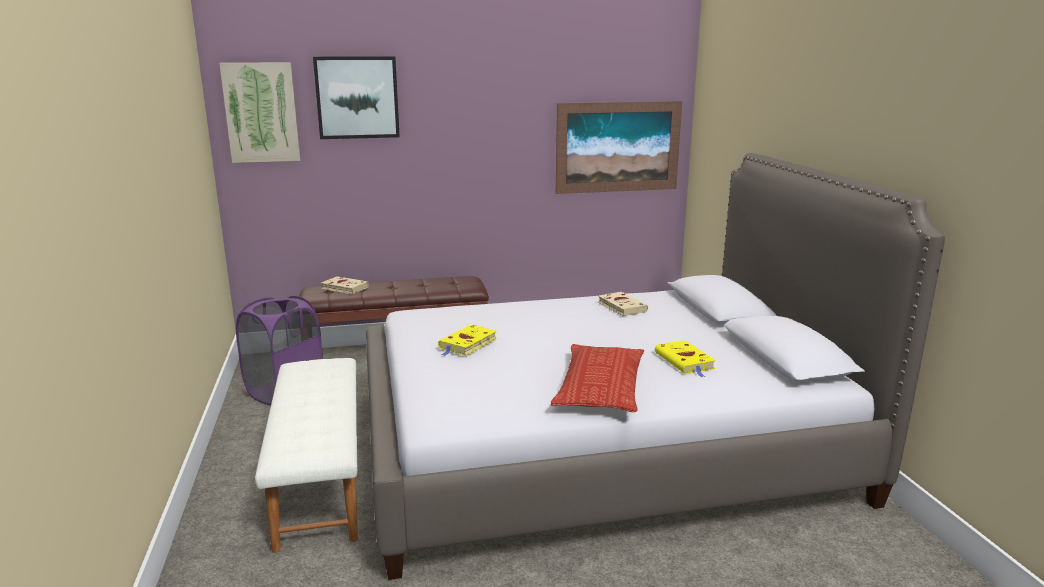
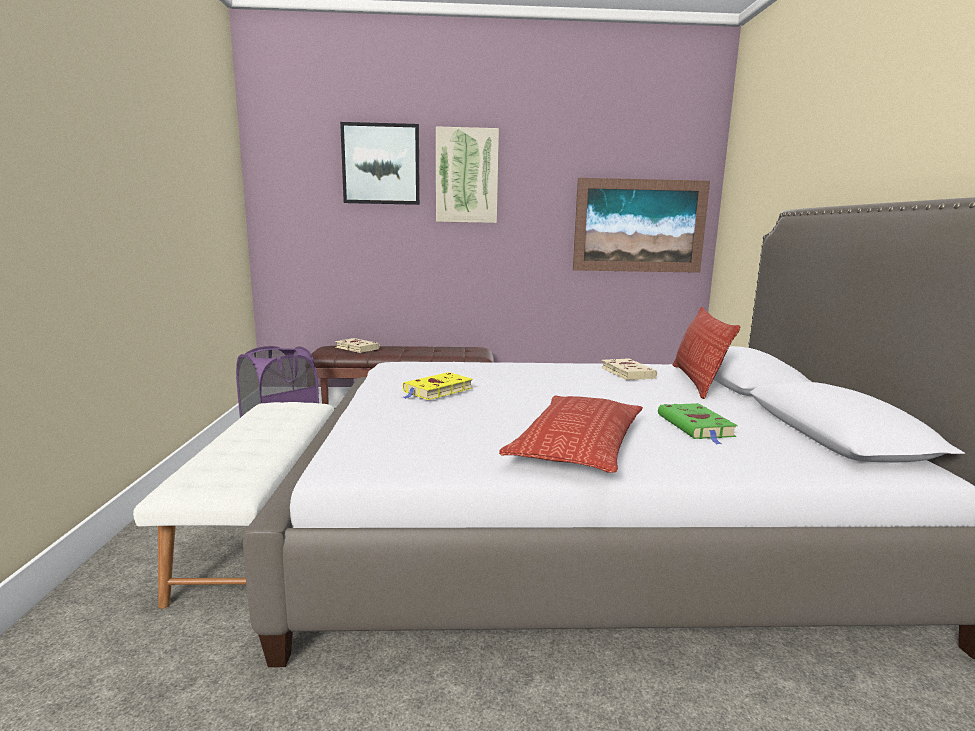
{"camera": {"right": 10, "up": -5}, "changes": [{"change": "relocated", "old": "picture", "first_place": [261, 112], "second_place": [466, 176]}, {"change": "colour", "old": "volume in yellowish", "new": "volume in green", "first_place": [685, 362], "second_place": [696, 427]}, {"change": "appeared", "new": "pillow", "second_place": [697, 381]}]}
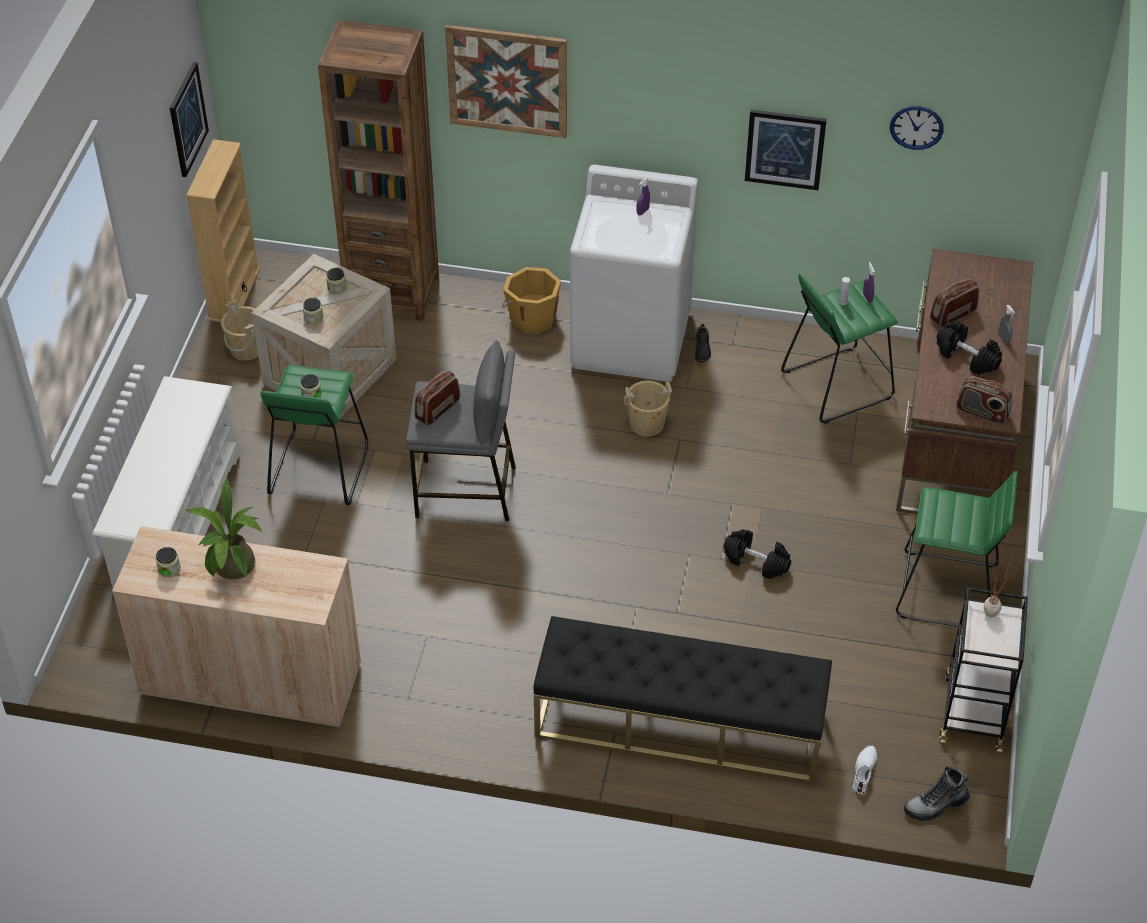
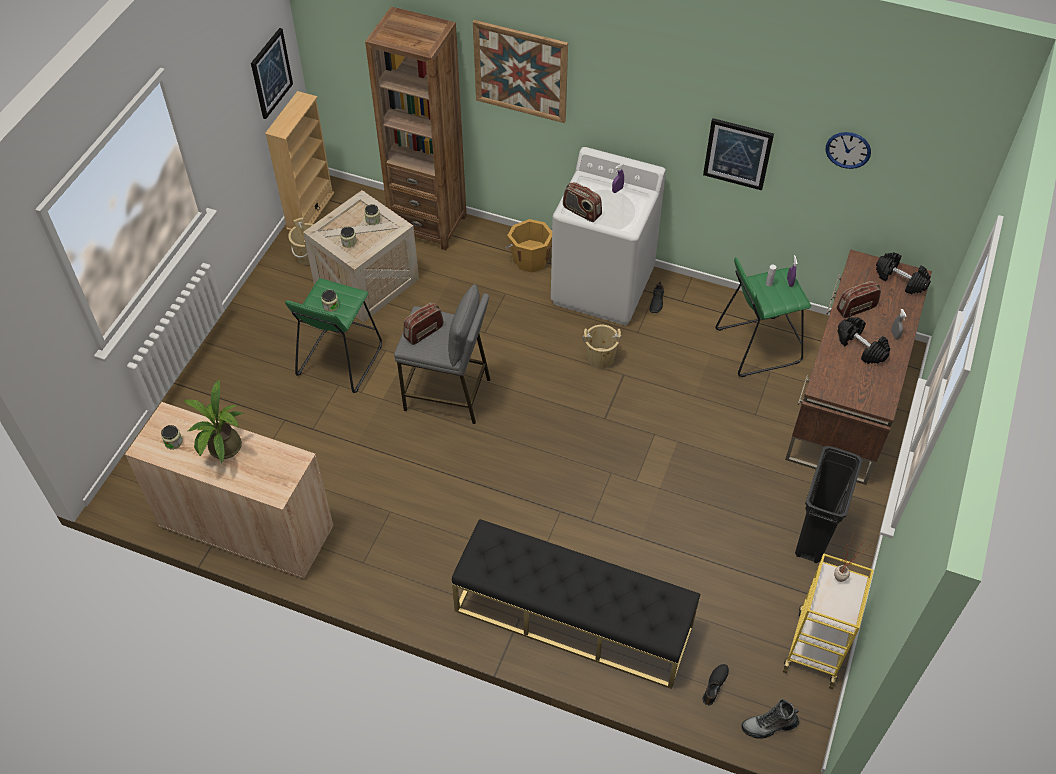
{"camera": {"right": 10, "up": 5}, "changes": [{"change": "missing", "old": "shoe shelf in white-coloured", "first_place": [178, 520]}, {"change": "relocated", "old": "radio", "first_place": [982, 412], "second_place": [581, 212]}, {"change": "exchanged", "old": "stool seat in green", "new": "trash can in black", "first_place": [946, 592], "second_place": [813, 536]}, {"change": "relocated", "old": "hand weight in black", "first_place": [756, 562], "second_place": [900, 280]}, {"change": "colour", "old": "cart in black", "new": "cart in yellowish", "first_place": [973, 711], "second_place": [816, 646]}, {"change": "colour", "old": "low shoe in white-coloured", "new": "low shoe in black", "first_place": [864, 771], "second_place": [715, 685]}]}
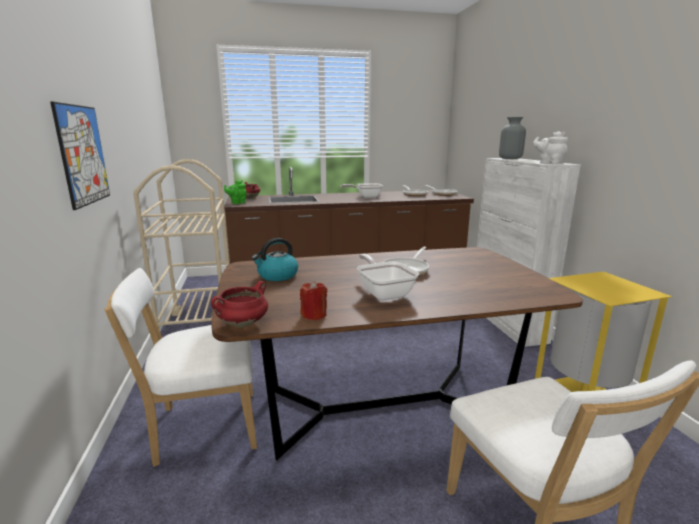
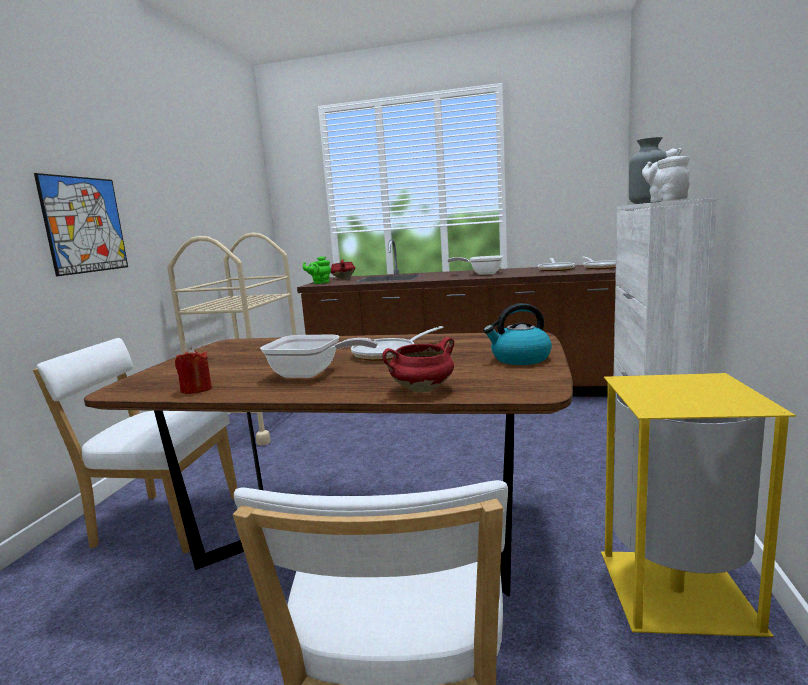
{"camera": {"right": 25, "up": -5}, "changes": [{"change": "relocated", "old": "water kettle", "first_place": [277, 276], "second_place": [520, 359]}, {"change": "spun", "old": "skillet", "first_place": [383, 292], "second_place": [312, 374], "degrees": 105}, {"change": "relocated", "old": "cooking pot in red-coloured", "first_place": [242, 324], "second_place": [422, 390]}]}
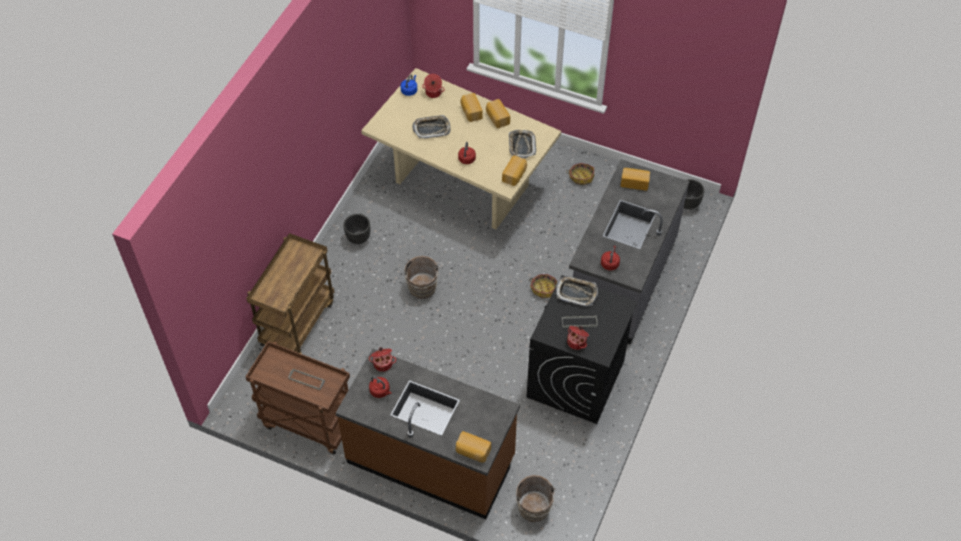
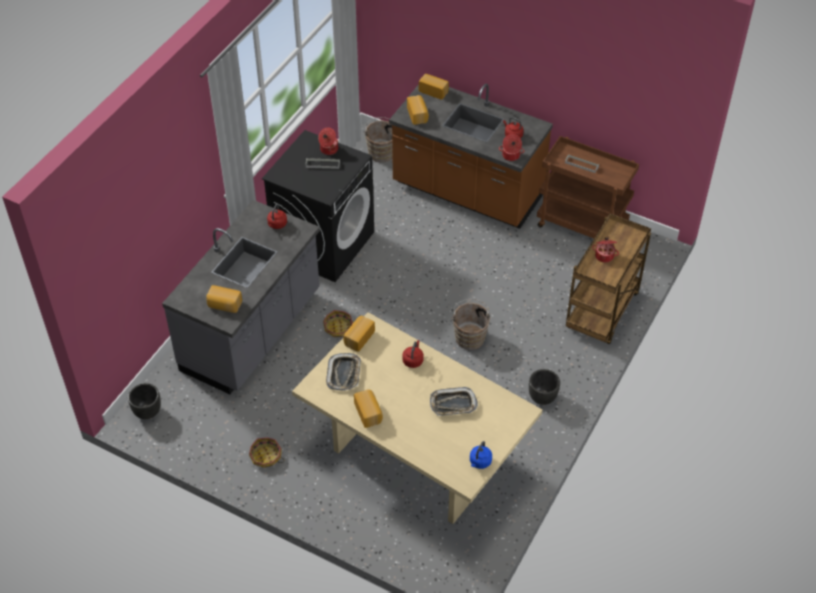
{"camera": {"right": -175, "up": -5}, "changes": [{"change": "relocated", "old": "cooking pot", "first_place": [433, 93], "second_place": [604, 255]}, {"change": "relocated", "old": "baked bread", "first_place": [471, 112], "second_place": [418, 115]}, {"change": "missing", "old": "serving tray", "first_place": [576, 293]}]}
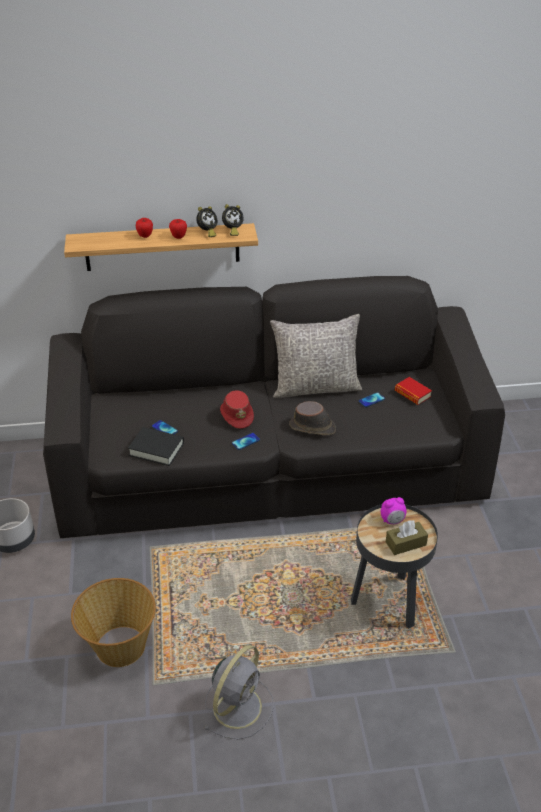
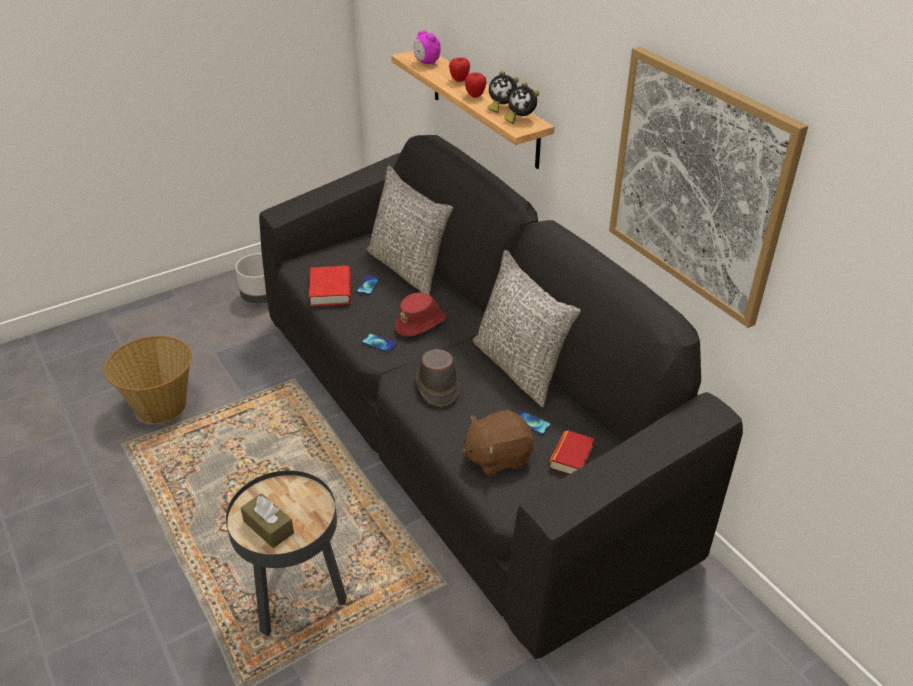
{"camera": {"right": 65, "up": 0}, "changes": [{"change": "colour", "old": "volume in black", "new": "volume in red-coloured", "first_place": [156, 449], "second_place": [331, 290]}, {"change": "relocated", "old": "bedside clock", "first_place": [392, 520], "second_place": [426, 63]}, {"change": "missing", "old": "electric fan in gray", "first_place": [238, 705]}, {"change": "appeared", "new": "picture", "second_place": [697, 185]}, {"change": "appeared", "new": "pillow in gray", "second_place": [408, 268]}, {"change": "appeared", "new": "plush toy in brownish", "second_place": [497, 457]}]}
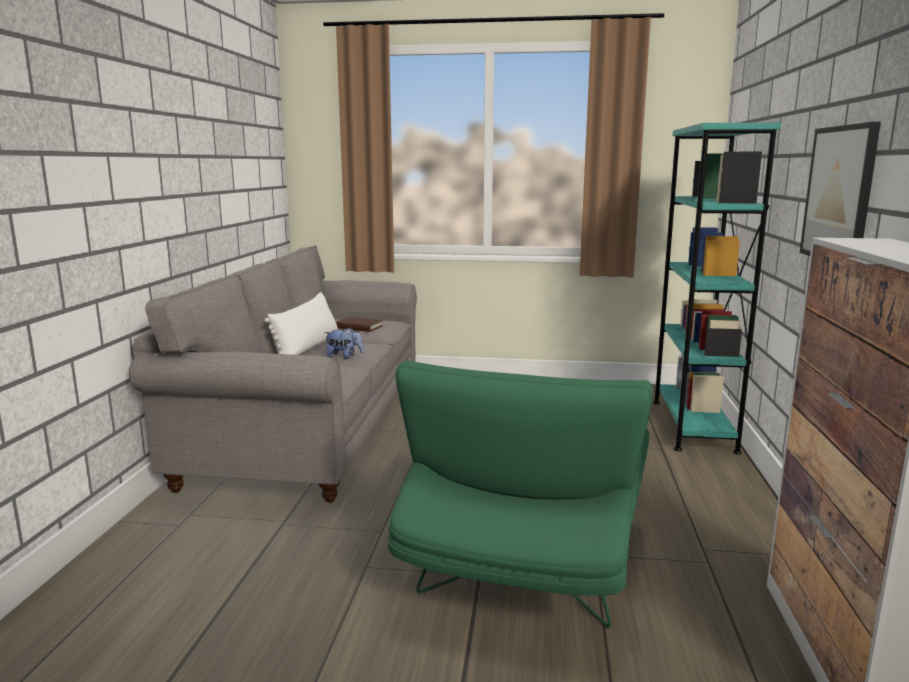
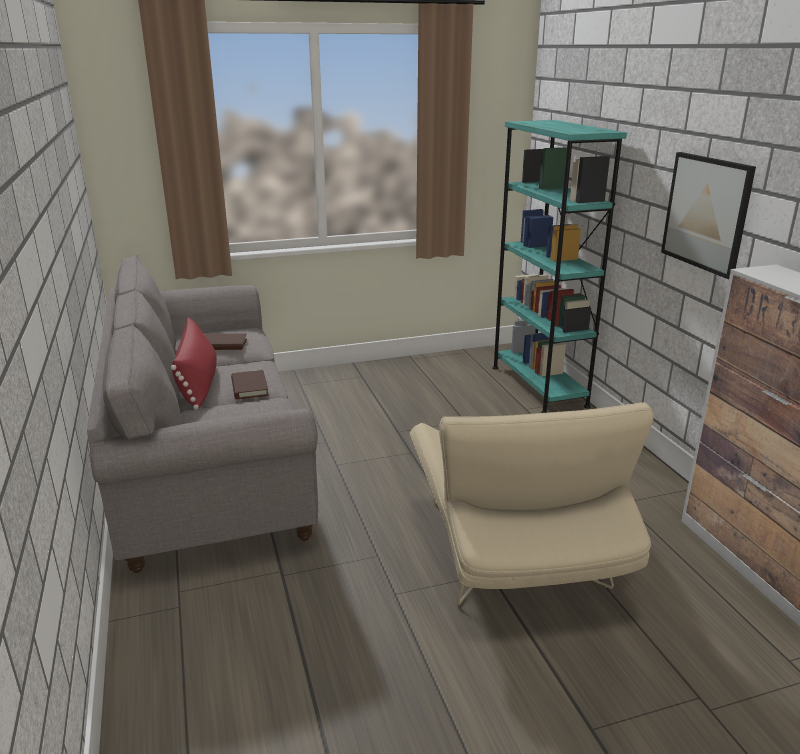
{"camera": {"right": -25, "up": 10}, "changes": [{"change": "colour", "old": "pillow in white-coloured", "new": "pillow in red-coloured", "first_place": [307, 349], "second_place": [198, 384]}, {"change": "exchanged", "old": "plush toy", "new": "volume in brownish", "first_place": [344, 357], "second_place": [249, 387]}, {"change": "colour", "old": "lounge chair in green", "new": "lounge chair in beige-coloured", "first_place": [525, 566], "second_place": [516, 554]}]}
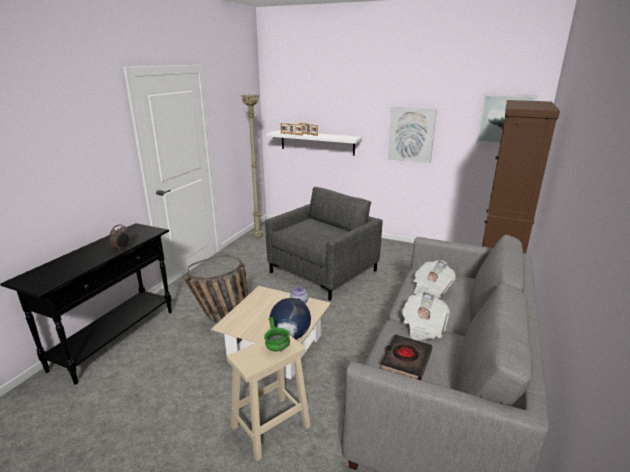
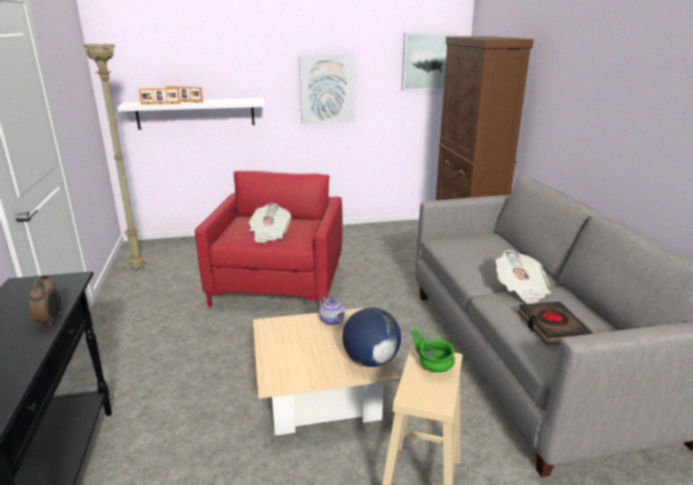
{"camera": {"right": -35, "up": 0}, "changes": [{"change": "colour", "old": "lounge chair in gray", "new": "lounge chair in red-coloured", "first_place": [323, 272], "second_place": [279, 284]}, {"change": "missing", "old": "storage basket", "first_place": [221, 318]}, {"change": "relocated", "old": "printed paper", "first_place": [430, 289], "second_place": [269, 234]}]}
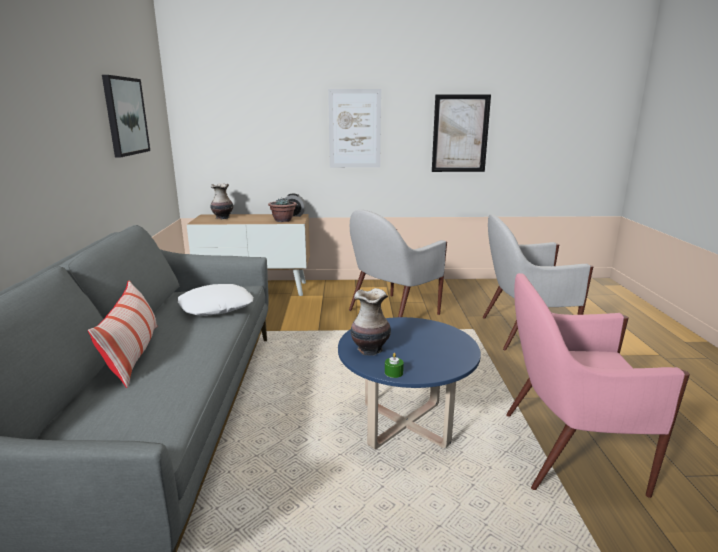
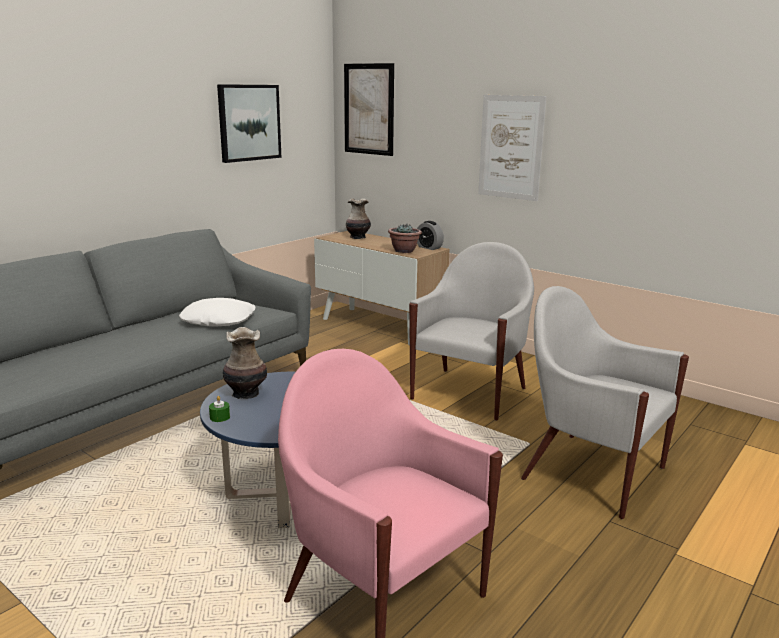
{"camera": {"right": 40, "up": 0}, "changes": [{"change": "relocated", "old": "picture", "first_place": [460, 134], "second_place": [369, 109]}, {"change": "spun", "old": "lounge chair in white-coloured", "first_place": [392, 313], "second_place": [470, 393], "degrees": 120}, {"change": "missing", "old": "pillow", "first_place": [133, 355]}]}
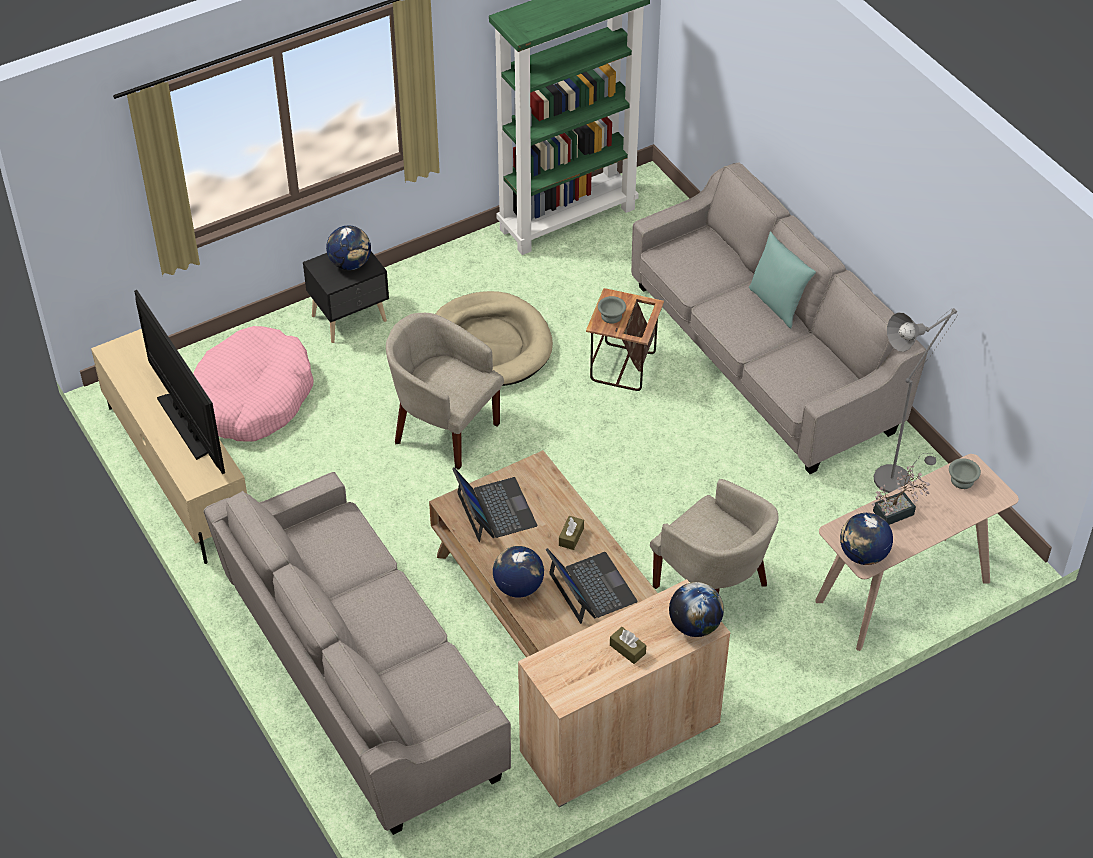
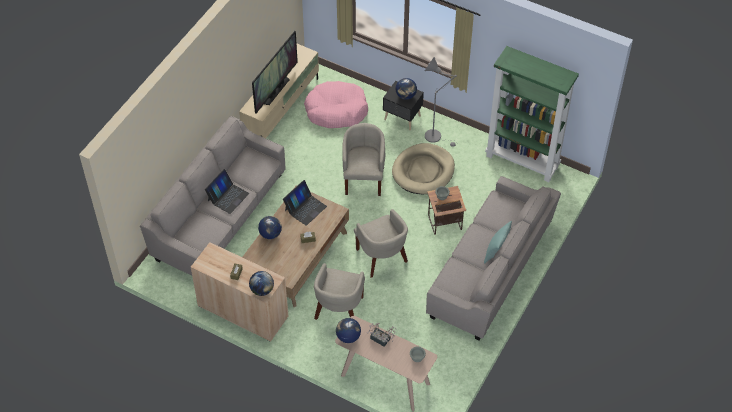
{"camera": {"right": 60, "up": 5}, "changes": [{"change": "relocated", "old": "standing lamp in gray", "first_place": [896, 475], "second_place": [436, 137]}, {"change": "relocated", "old": "laptop", "first_place": [591, 588], "second_place": [228, 197]}, {"change": "appeared", "new": "lounge chair in beige-coloured", "second_place": [381, 258]}]}
